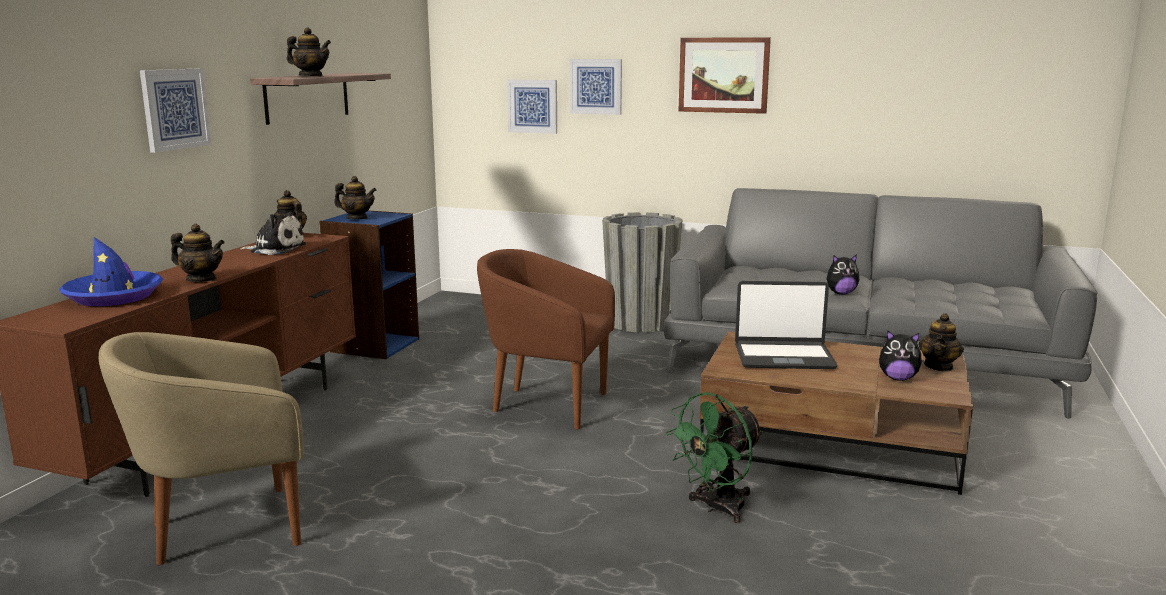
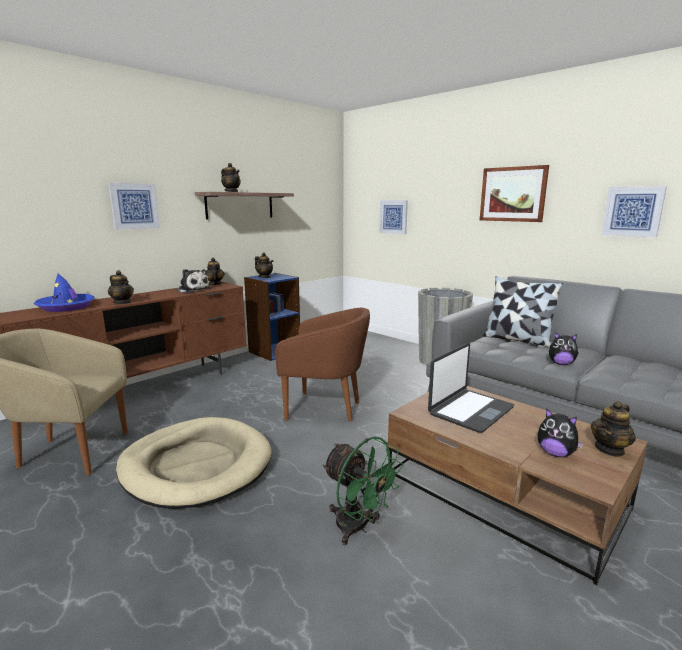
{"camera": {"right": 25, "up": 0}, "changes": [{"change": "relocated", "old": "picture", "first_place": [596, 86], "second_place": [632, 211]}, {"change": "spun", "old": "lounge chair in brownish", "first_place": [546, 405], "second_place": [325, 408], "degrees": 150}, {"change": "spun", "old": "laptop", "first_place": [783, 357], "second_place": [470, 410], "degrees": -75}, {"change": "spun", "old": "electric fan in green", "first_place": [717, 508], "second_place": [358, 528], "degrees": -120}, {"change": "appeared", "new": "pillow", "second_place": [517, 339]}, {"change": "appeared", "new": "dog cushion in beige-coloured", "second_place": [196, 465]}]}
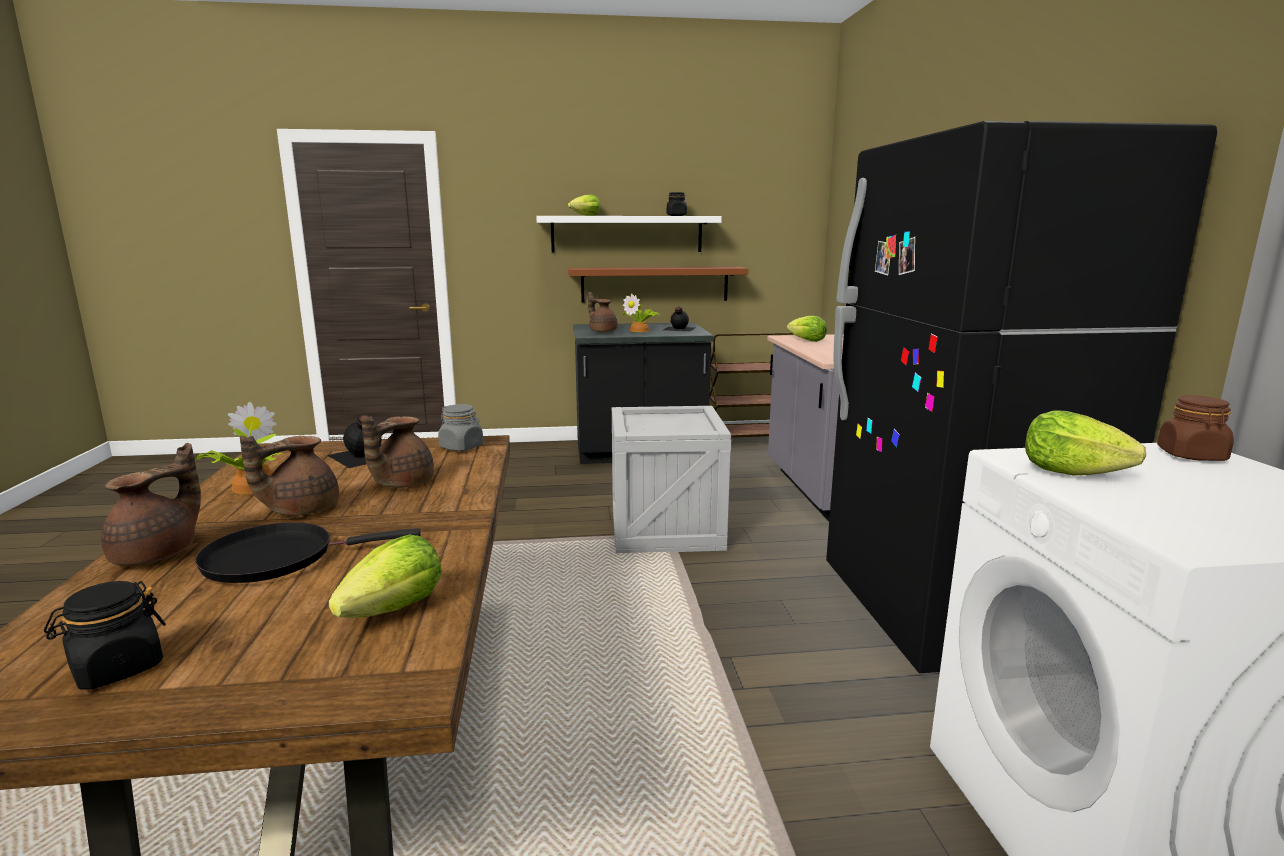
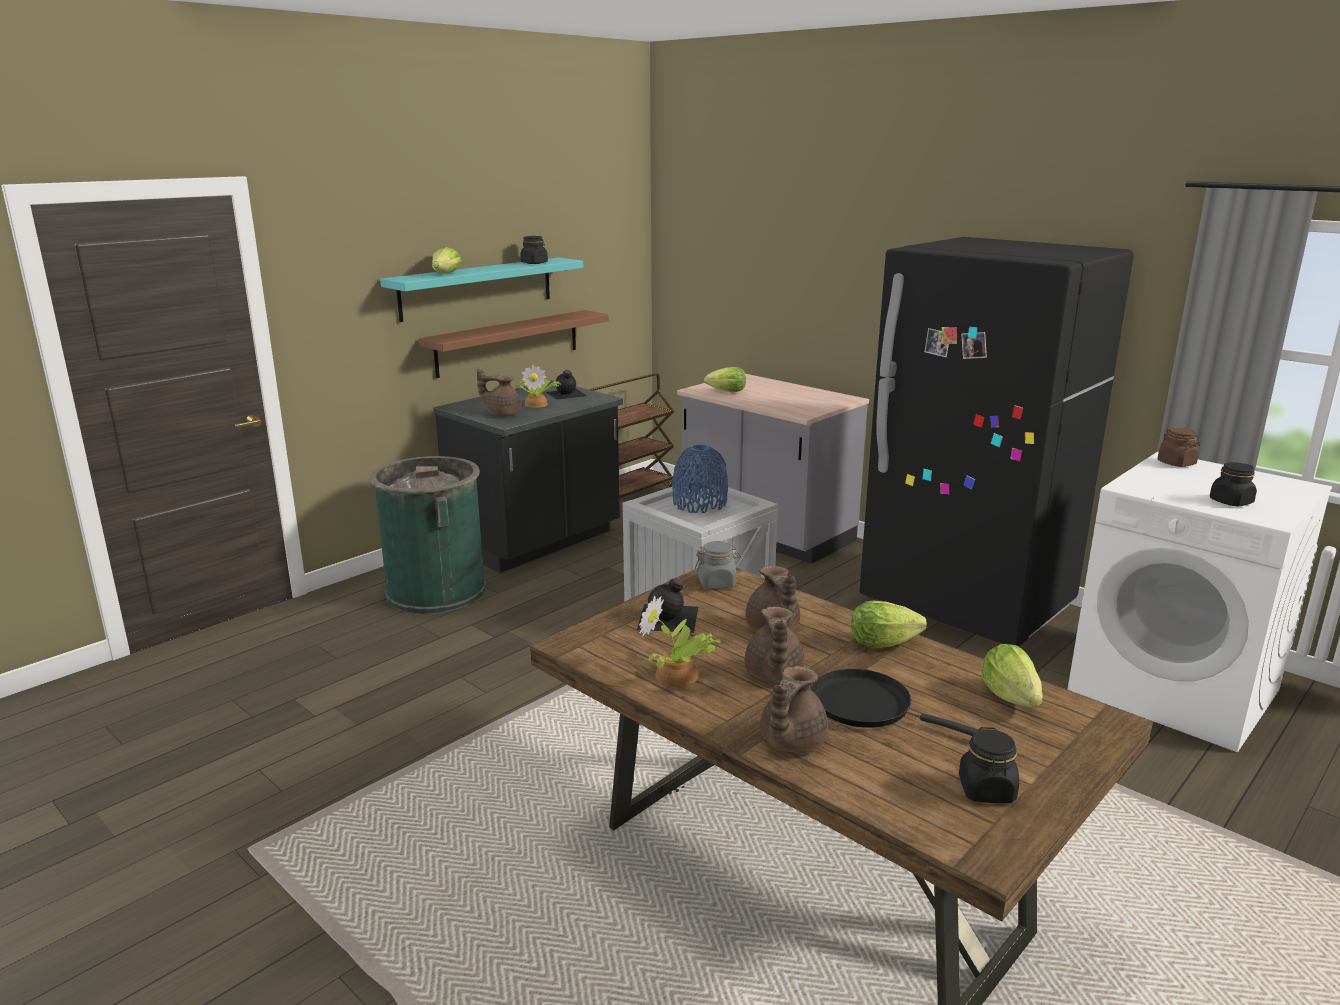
{"camera": {"right": -40, "up": 5}, "changes": [{"change": "colour", "old": "bracket shelf in white-coloured", "new": "bracket shelf in turquoise", "first_place": [627, 234], "second_place": [477, 288]}, {"change": "relocated", "old": "lettuce head", "first_place": [1070, 473], "second_place": [882, 643]}, {"change": "spun", "old": "tea pot in brownish", "first_place": [159, 554], "second_place": [790, 742], "degrees": -135}, {"change": "spun", "old": "skillet in black", "first_place": [278, 558], "second_place": [868, 706], "degrees": 90}, {"change": "appeared", "new": "flower vase in bluish", "second_place": [699, 504]}, {"change": "appeared", "new": "trash can in green", "second_place": [436, 591]}, {"change": "appeared", "new": "jar in black", "second_place": [1230, 502]}]}
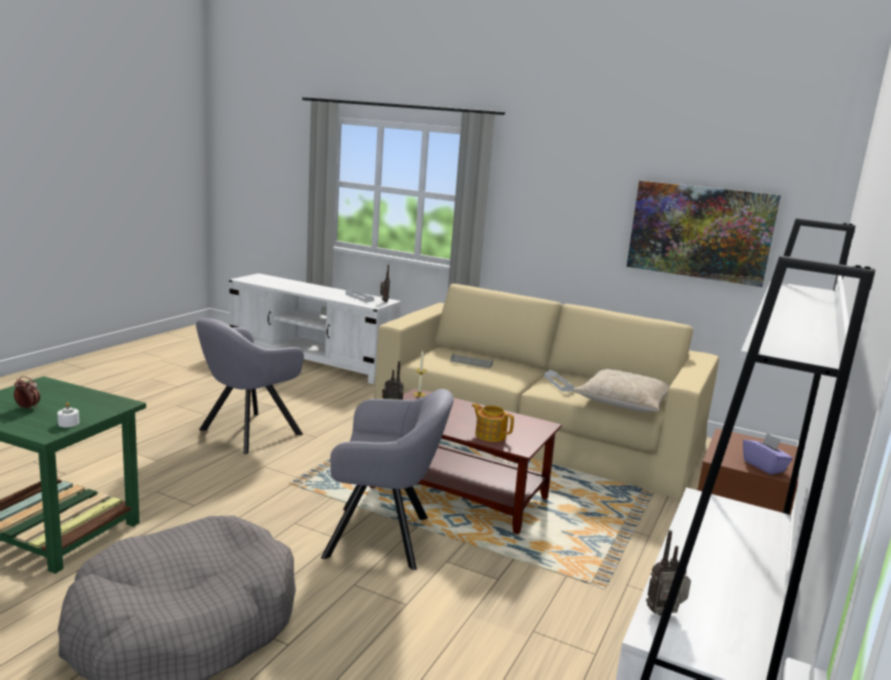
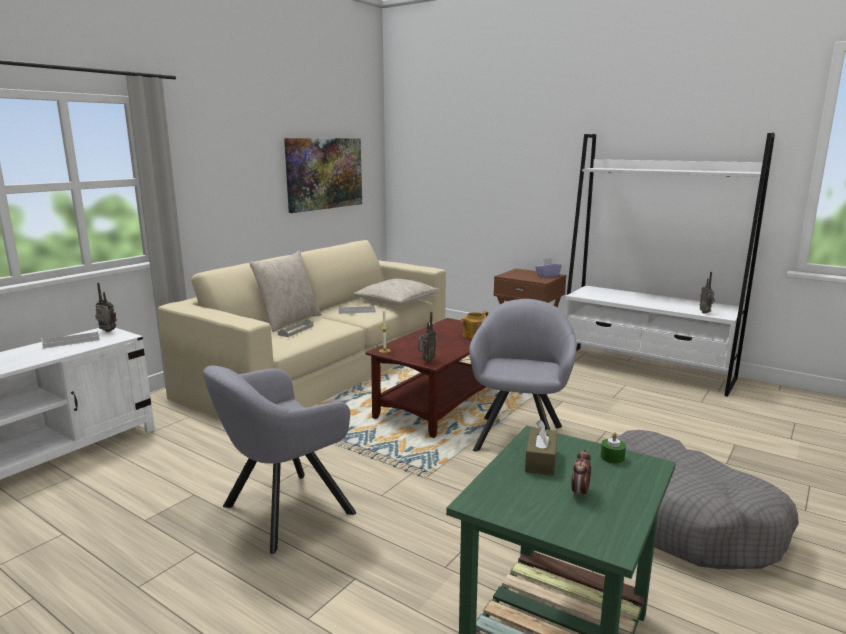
{"camera": {"right": -80, "up": 0}, "changes": [{"change": "spun", "old": "lounge chair in gray", "first_place": [245, 433], "second_place": [281, 512], "degrees": 90}, {"change": "colour", "old": "wax light in white-coloured", "new": "wax light in green", "first_place": [68, 423], "second_place": [612, 457]}, {"change": "appeared", "new": "pillow in beige-coloured", "second_place": [289, 322]}, {"change": "appeared", "new": "box of tissues in brownish", "second_place": [541, 461]}]}
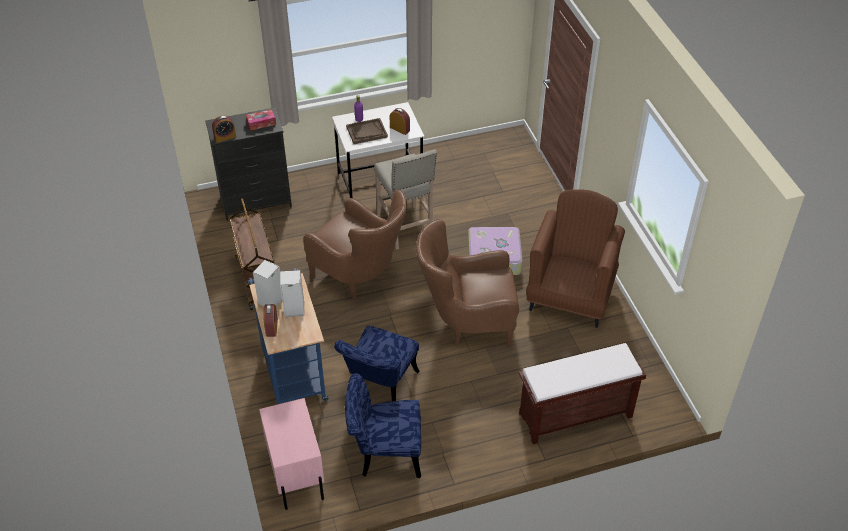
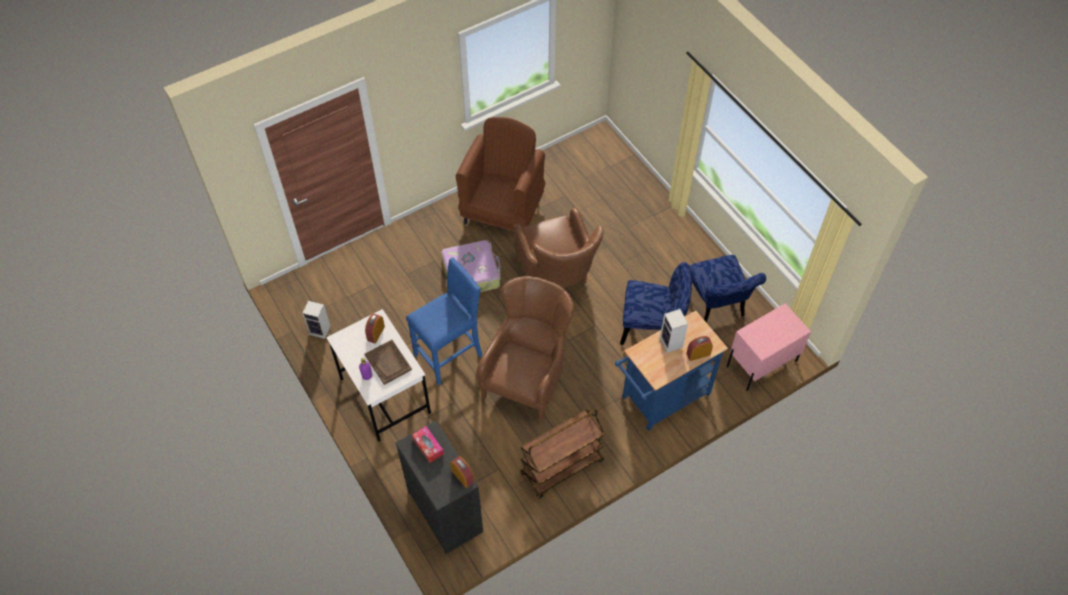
{"camera": {"right": -105, "up": 10}, "changes": [{"change": "colour", "old": "stool seat in beige-coloured", "new": "stool seat in bluish", "first_place": [405, 228], "second_place": [450, 355]}, {"change": "spun", "old": "lounge chair in brownish", "first_place": [570, 296], "second_place": [503, 210], "degrees": 105}, {"change": "relocated", "old": "loudspeaker", "first_place": [271, 302], "second_place": [321, 330]}, {"change": "missing", "old": "bench in brownish", "first_place": [574, 416]}]}
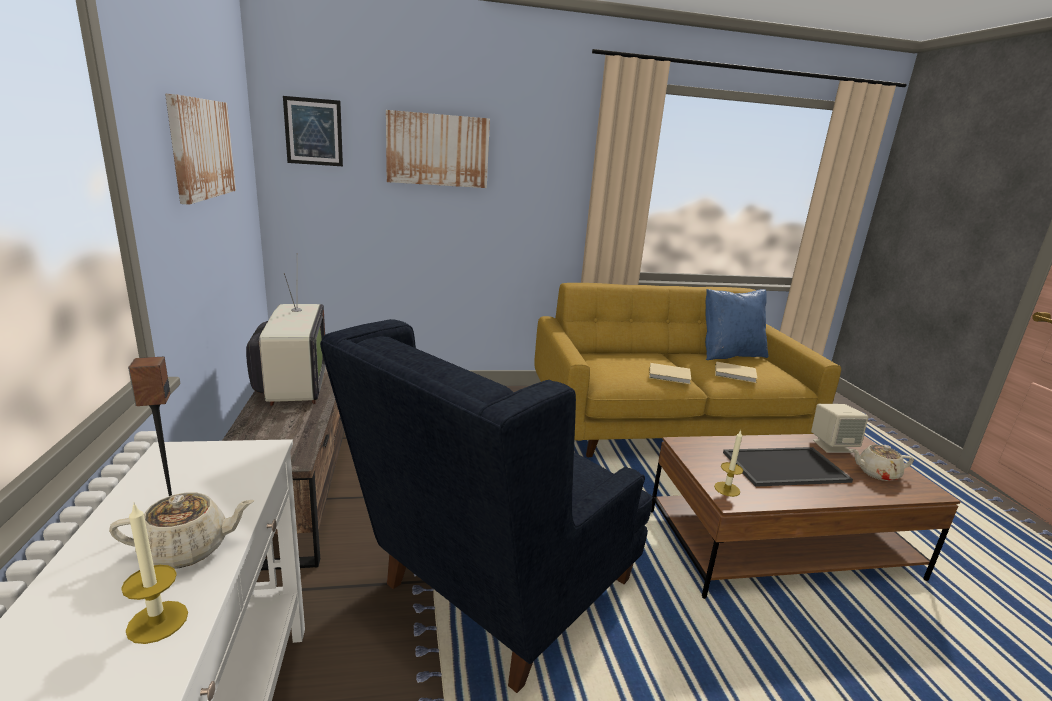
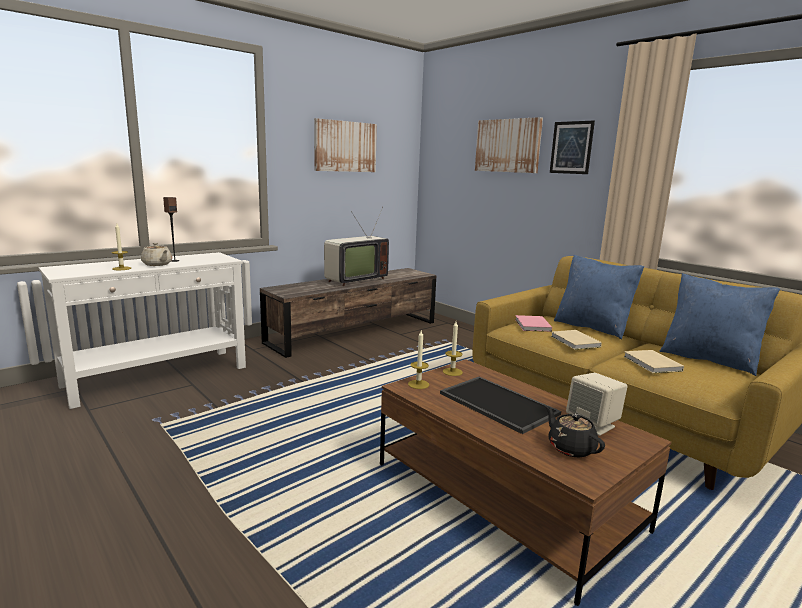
{"camera": {"right": 60, "up": -5}, "changes": [{"change": "relocated", "old": "picture", "first_place": [313, 132], "second_place": [571, 147]}, {"change": "missing", "old": "lounge chair in bluish", "first_place": [496, 594]}, {"change": "colour", "old": "tea pot in beige-coloured", "new": "tea pot in black", "first_place": [876, 473], "second_place": [570, 448]}, {"change": "appeared", "new": "pillow in bluish", "second_place": [592, 327]}, {"change": "appeared", "new": "volume in pink-coloured", "second_place": [532, 325]}, {"change": "appeared", "new": "wax light", "second_place": [452, 372]}]}
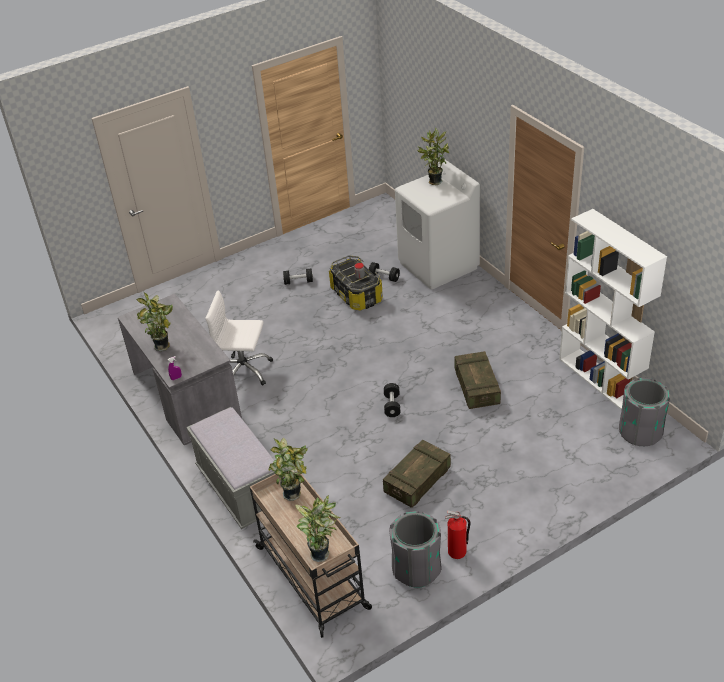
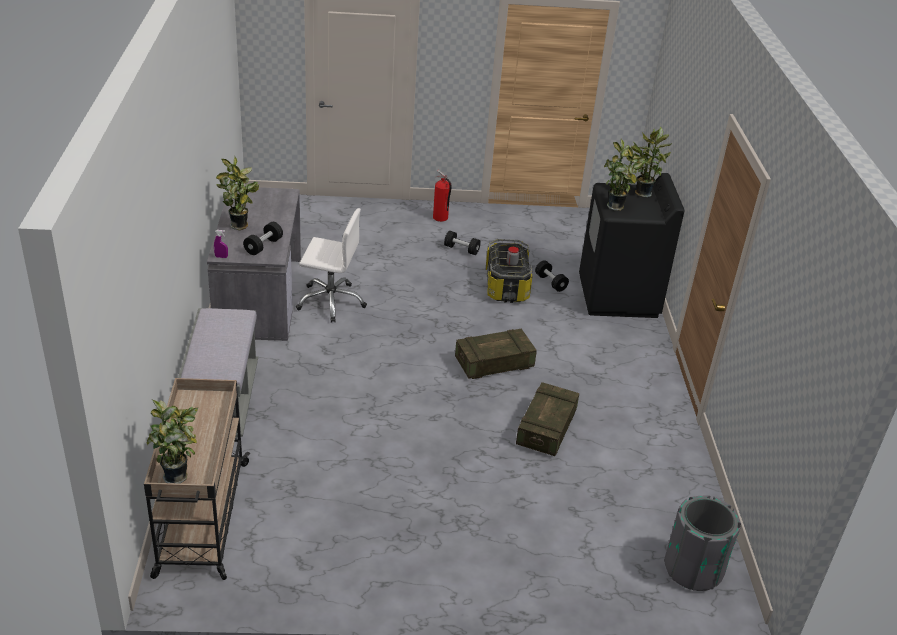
{"camera": {"right": 25, "up": -5}, "changes": [{"change": "colour", "old": "laundry appliance in white-coloured", "new": "laundry appliance in black", "first_place": [438, 265], "second_place": [618, 297]}, {"change": "missing", "old": "bookcase in white-coloured", "first_place": [601, 379]}, {"change": "spun", "old": "desk chair in white-coloured", "first_place": [243, 371], "second_place": [331, 301], "degrees": 150}, {"change": "relocated", "old": "hand weight in black", "first_place": [392, 405], "second_place": [263, 246]}, {"change": "relocated", "old": "houseplant", "first_place": [294, 494], "second_place": [617, 207]}, {"change": "relocated", "old": "crate", "first_place": [417, 481], "second_place": [494, 363]}, {"change": "relocated", "old": "fire-fighting cylinder", "first_place": [457, 552], "second_place": [440, 218]}, {"change": "missing", "old": "trash can in gray", "first_place": [416, 569]}]}
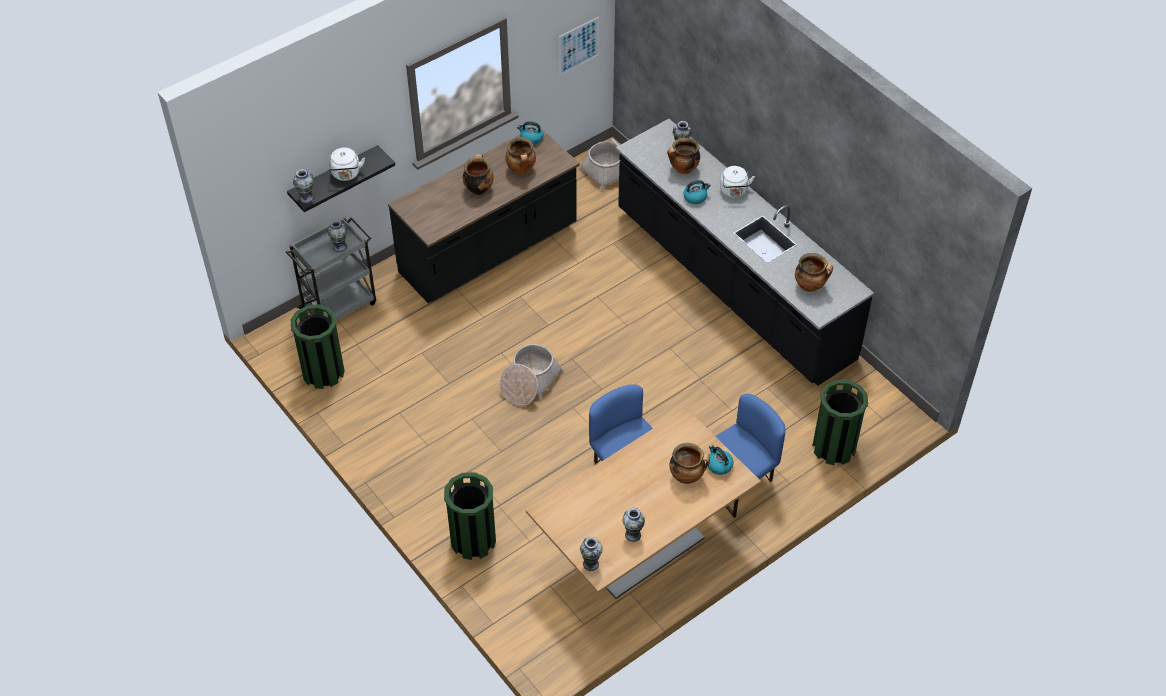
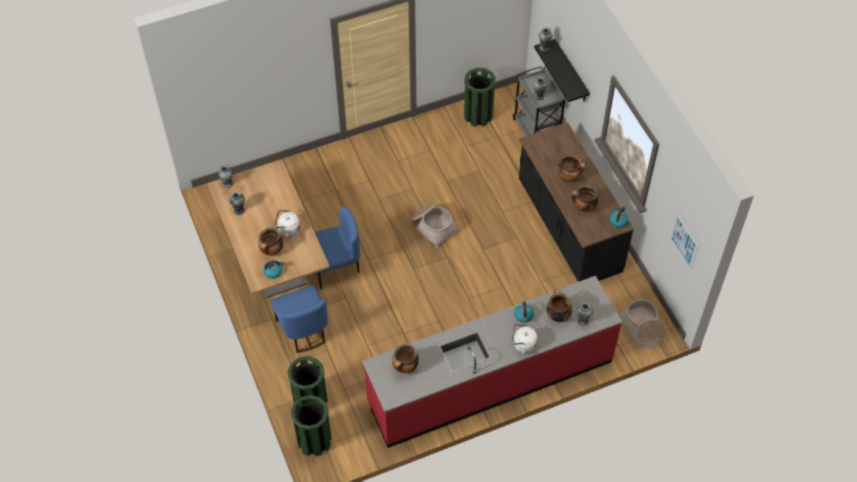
{"camera": {"right": 105, "up": 5}, "changes": [{"change": "colour", "old": "kitchen counter in black", "new": "kitchen counter in red-coloured", "first_place": [732, 284], "second_place": [490, 381]}, {"change": "relocated", "old": "water kettle in white-coloured", "first_place": [346, 174], "second_place": [288, 230]}, {"change": "relocated", "old": "trash can in green", "first_place": [473, 540], "second_place": [314, 440]}]}
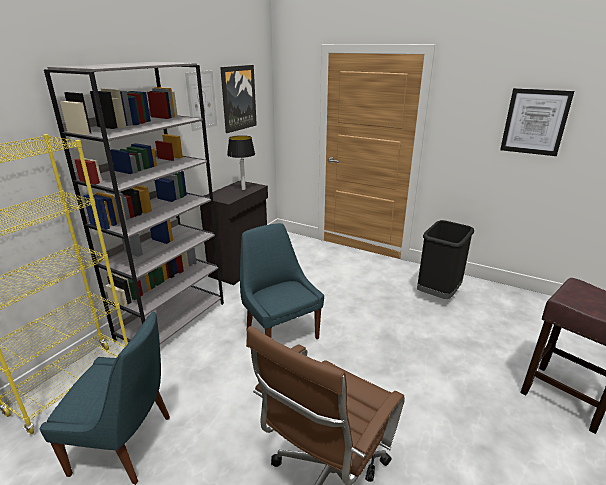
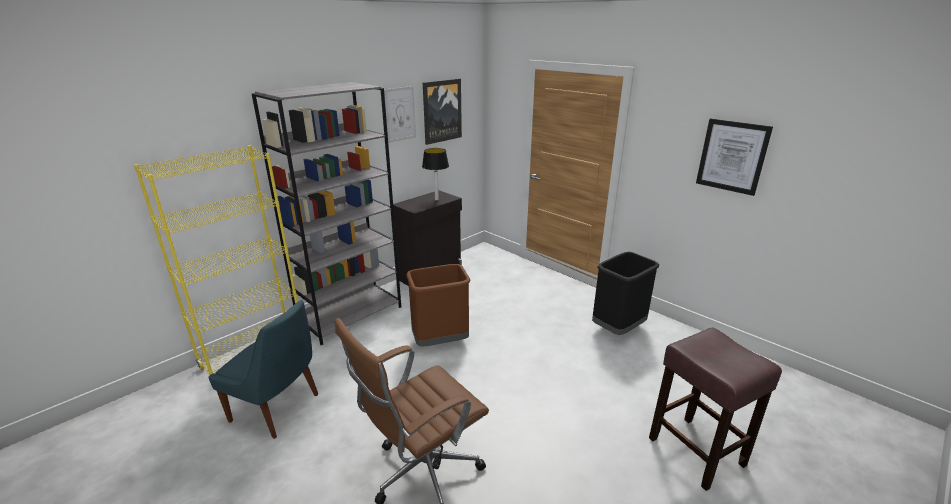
{"camera": {"right": 15, "up": 0}, "changes": [{"change": "exchanged", "old": "upright chair in bluish", "new": "trash can in brownish", "first_place": [280, 333], "second_place": [440, 341]}]}
